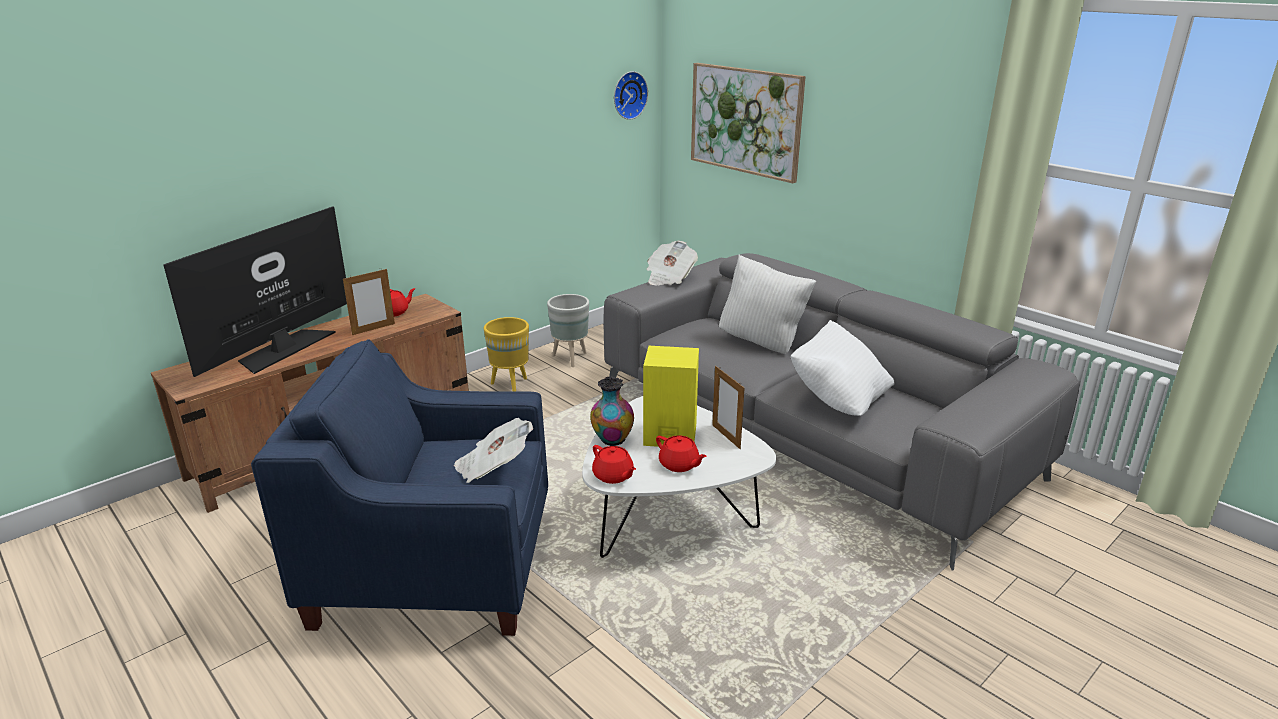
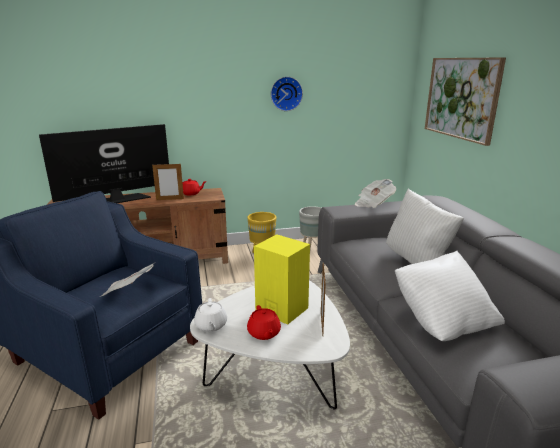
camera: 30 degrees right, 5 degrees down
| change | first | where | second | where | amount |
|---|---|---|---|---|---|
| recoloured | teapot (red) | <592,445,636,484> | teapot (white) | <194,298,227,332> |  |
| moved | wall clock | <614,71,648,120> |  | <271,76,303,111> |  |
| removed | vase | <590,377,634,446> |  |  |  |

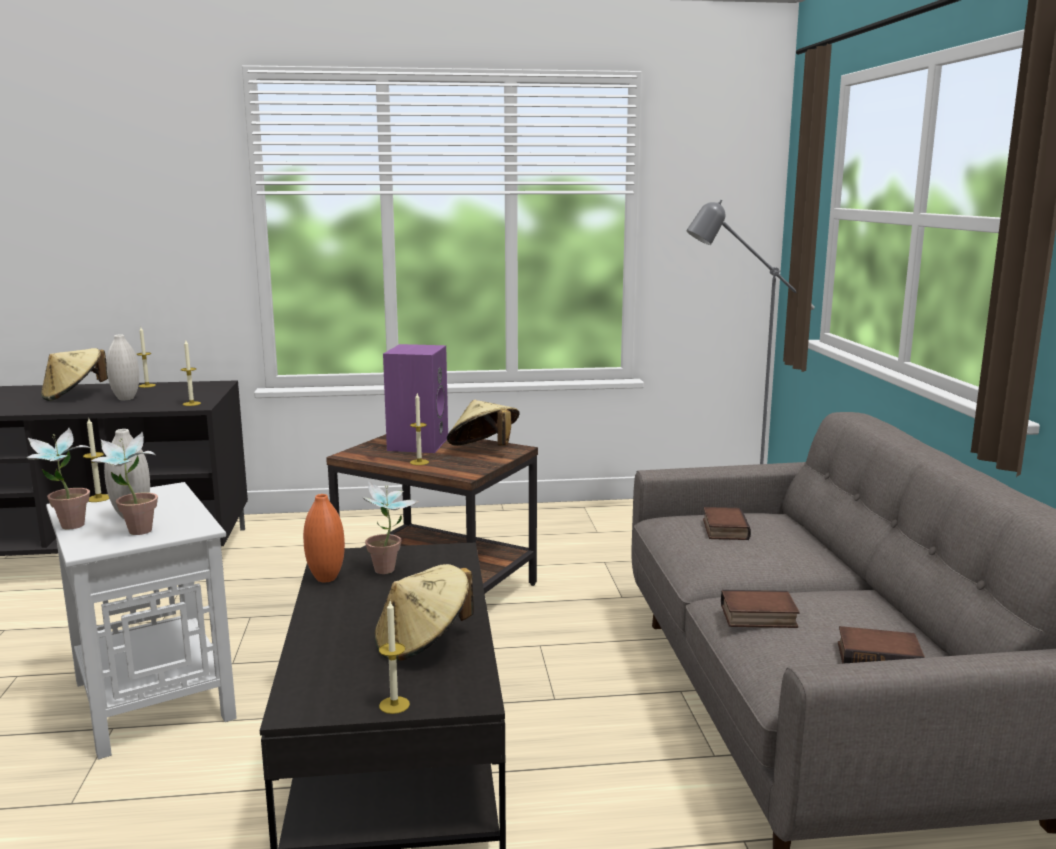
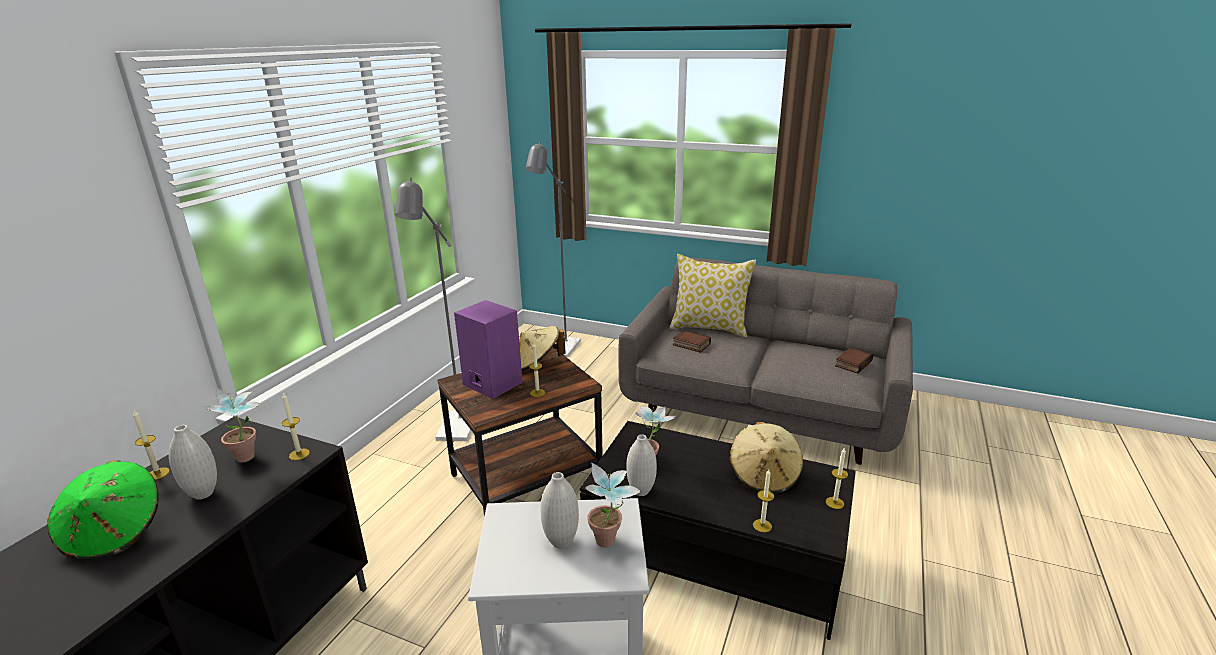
camera: 60 degrees left, 10 degrees up
| change | first | where | second | where | amount |
|---|---|---|---|---|---|
| recoloured | hat (beige) | <41,348,108,401> | hat (green) | <47,460,159,560> |  |
| moved | potted plant | <27,428,92,529> |  | <204,388,261,463> |  |
| added |  |  | floor lamp (grey) | <395,178,472,441> |  |
| recoloured | vase (orange) | <303,494,345,582> | vase (white) | <626,434,657,496> |  |
| added |  |  | pillow | <670,254,756,337> |  |
| moved | candle | <83,418,109,502> |  | <753,469,774,532> |  |
| removed | book | <721,590,800,628> |  |  |  |

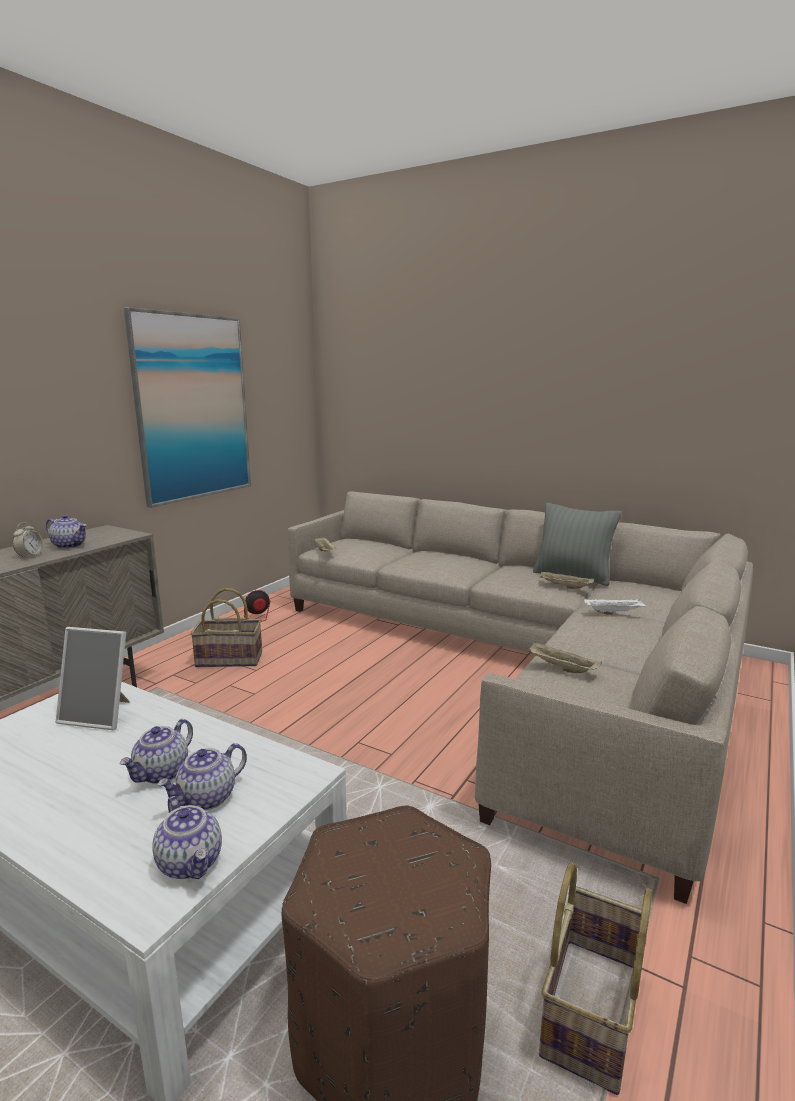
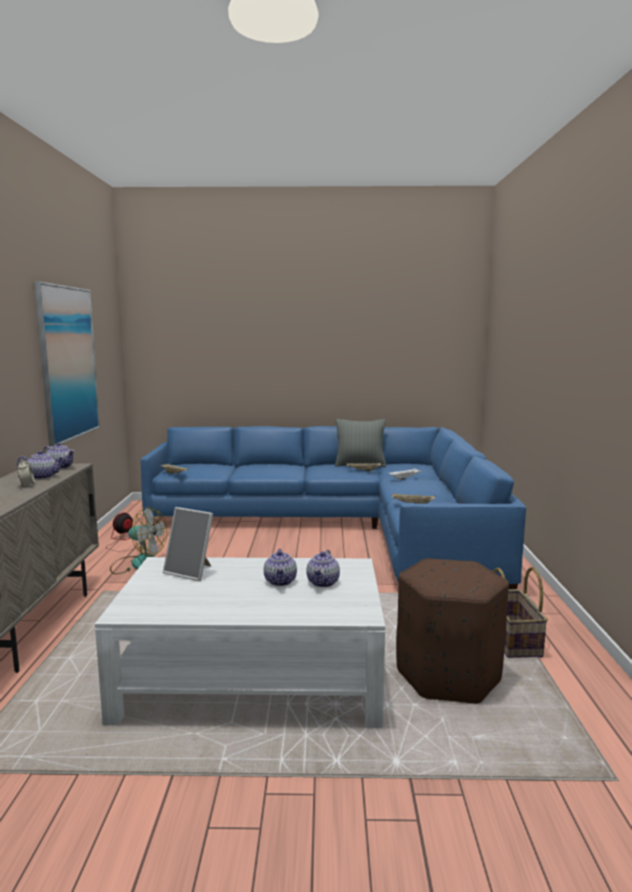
camera: 30 degrees left, 5 degrees down
| change | first | where | second | where | amount |
|---|---|---|---|---|---|
| moved | teapot | <152,796,222,879> |  | <43,443,75,469> |  |
| replaced | basket | <191,588,262,667> | fan | <110,507,167,574> |  |
| recoloured | sofa (beige) | <288,491,753,904> | sofa (blue) | <141,426,526,589> |  |
| turned | picture frame | <56,627,130,730> |  | <163,507,213,581> | 45 degrees clockwise |

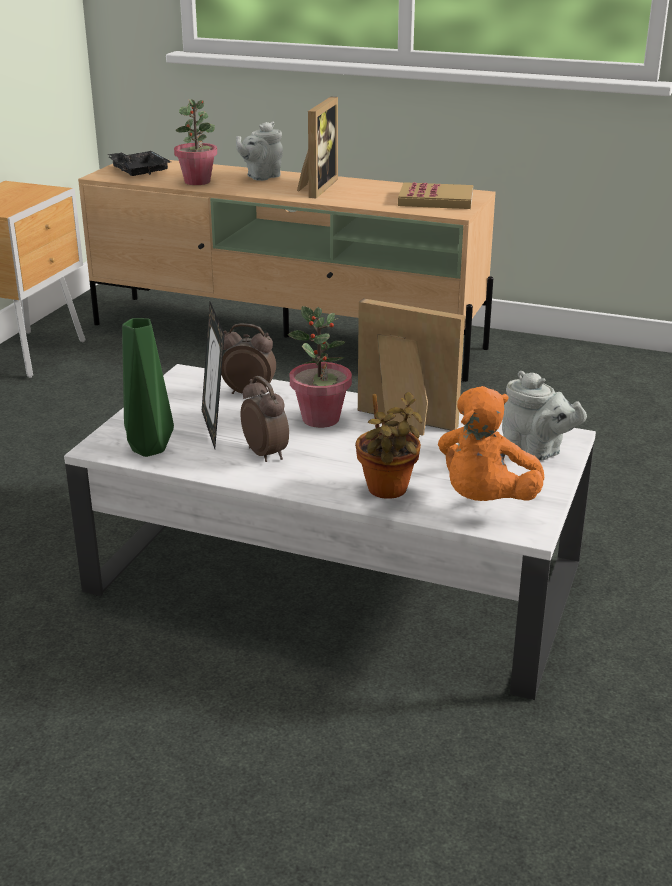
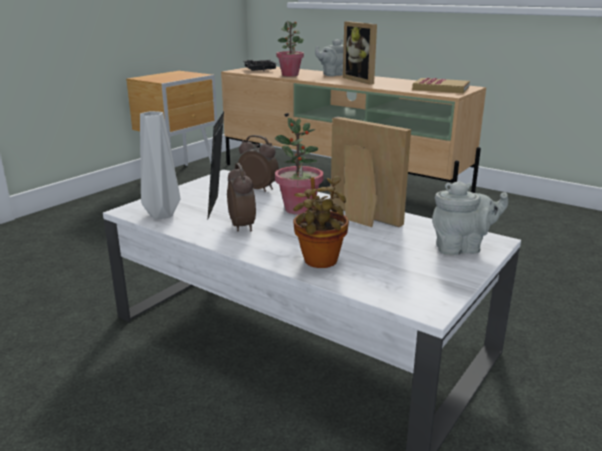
camera: 15 degrees right, 5 degrees down
| change | first | where | second | where | amount |
|---|---|---|---|---|---|
| recoloured | vase (green) | <122,318,174,457> | vase (grey) | <140,111,180,219> |  |
| turned | picture frame | <297,97,338,198> |  | <343,21,377,85> | 120 degrees clockwise |
| turned | teapot (grey) | <502,371,587,461> |  | <432,181,508,255> | 60 degrees counterclockwise |
| removed | plush toy (orange) | <438,386,544,501> |  |  |  |

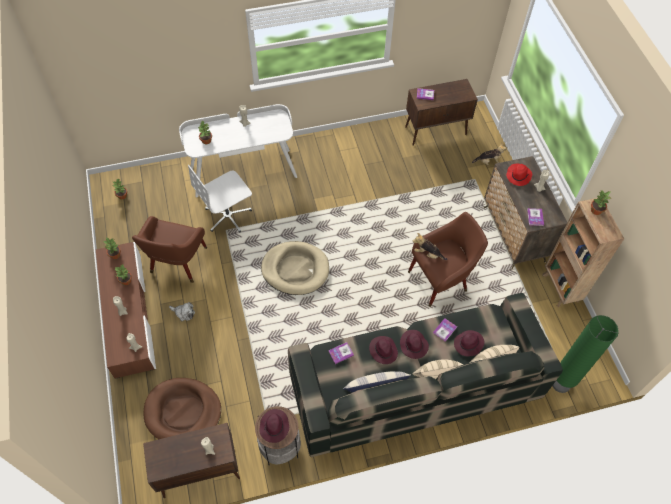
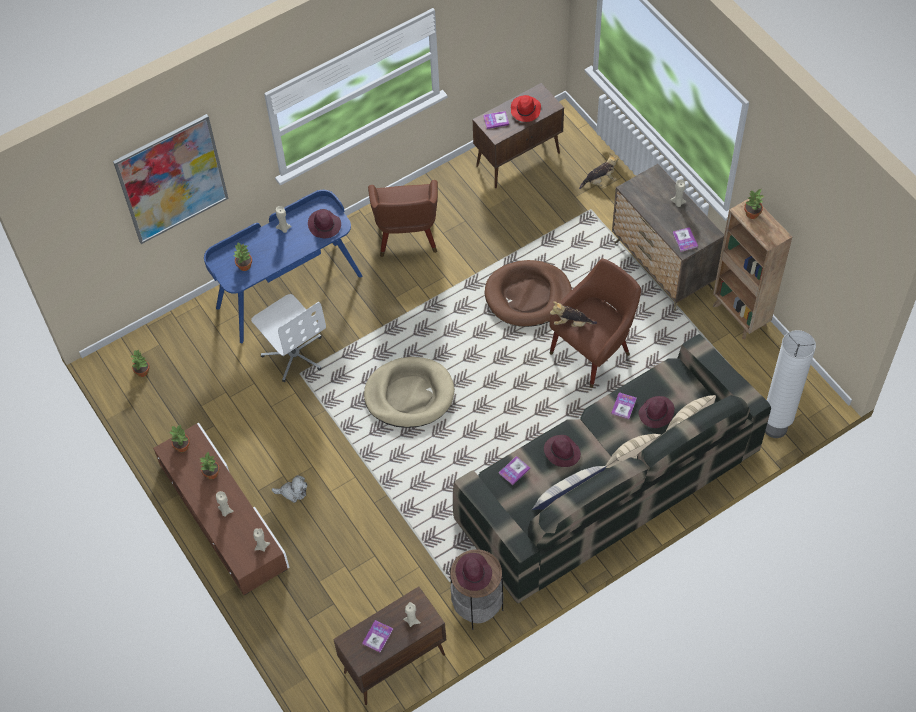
camera: 15 degrees left, 0 degrees up
| change | first | where | second | where | amount |
|---|---|---|---|---|---|
| added |  |  | picture | <113,114,229,244> |  |
| recoloured | desk (white) | <179,104,297,198> | desk (blue) | <204,190,362,343> |  |
| turned | office chair (white) | <188,165,252,233> |  | <251,294,326,382> | 75 degrees counterclockwise |
| moved | hat (purple) | <400,330,429,359> |  | <308,209,341,238> |  |
| added |  |  | book | <362,620,393,653> |  |
| moved | armchair (brown) | <132,216,207,283> |  | <368,180,438,257> |  |
| moved | dog bed (brown) | <143,378,221,439> |  | <485,260,572,327> |  |
| moved | hat (red) | <506,164,532,186> |  | <511,95,541,122> |  |
| recoloured | floor lamp (green) | <553,315,619,393> | floor lamp (white) | <765,330,816,438> |  |

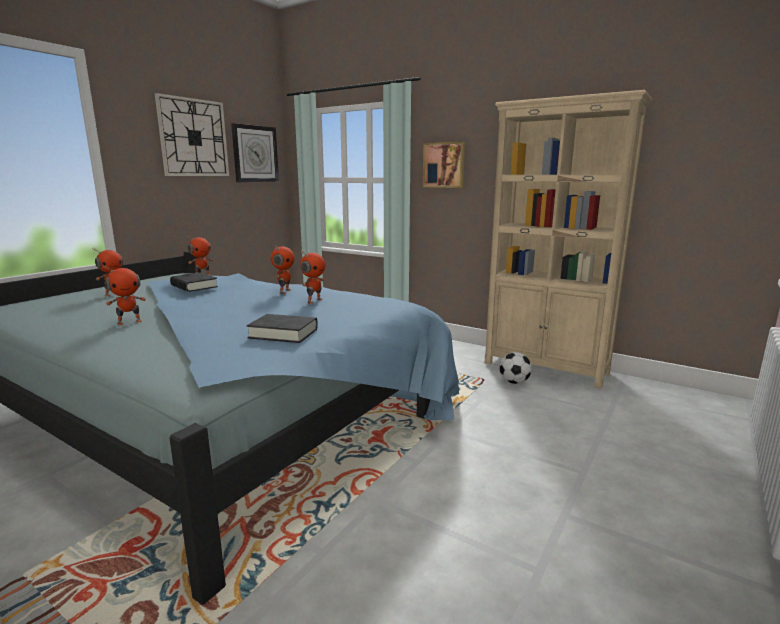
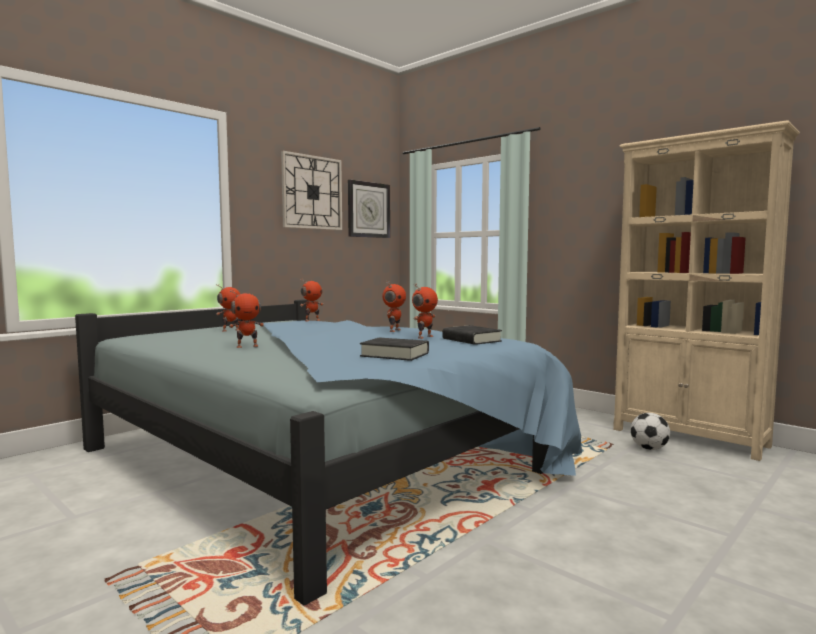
camera: 10 degrees right, 10 degrees down
| change | first | where | second | where | amount |
|---|---|---|---|---|---|
| moved | book (black) | <170,272,218,292> |  | <442,325,502,345> |  |
| removed | picture | <423,142,465,188> |  |  |  |

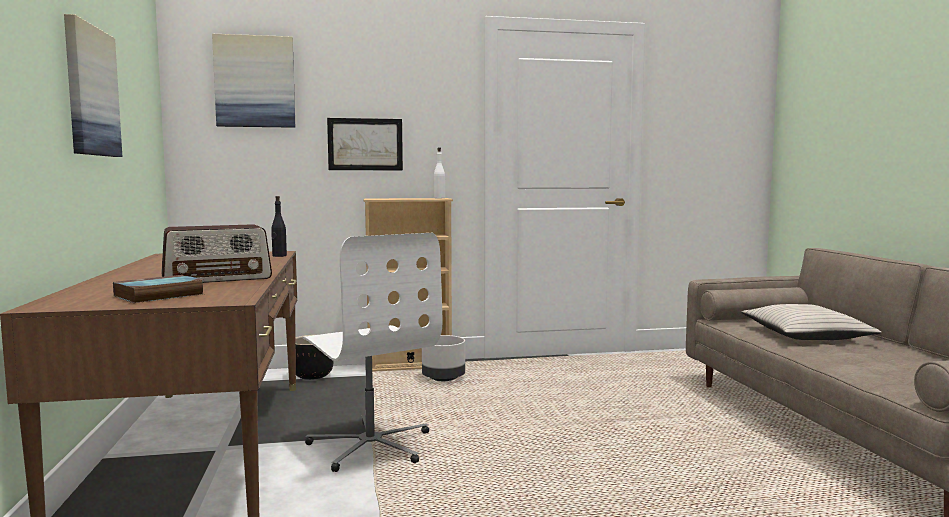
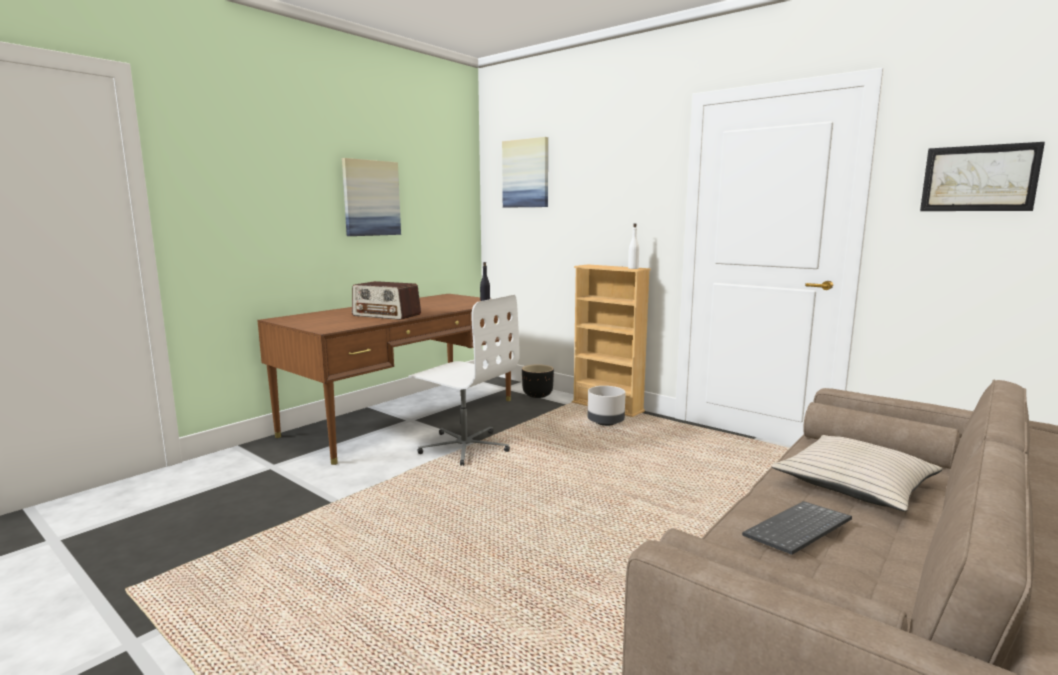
camera: 50 degrees right, 5 degrees up
| change | first | where | second | where | amount |
|---|---|---|---|---|---|
| turned | office chair (white) | <303,233,442,472> |  | <408,295,520,466> | 75 degrees counterclockwise |
| added |  |  | keyboard | <742,501,852,555> |  |
| moved | picture | <327,118,403,170> |  | <920,142,1045,211> |  |
| removed | book | <113,275,203,303> |  |  |  |

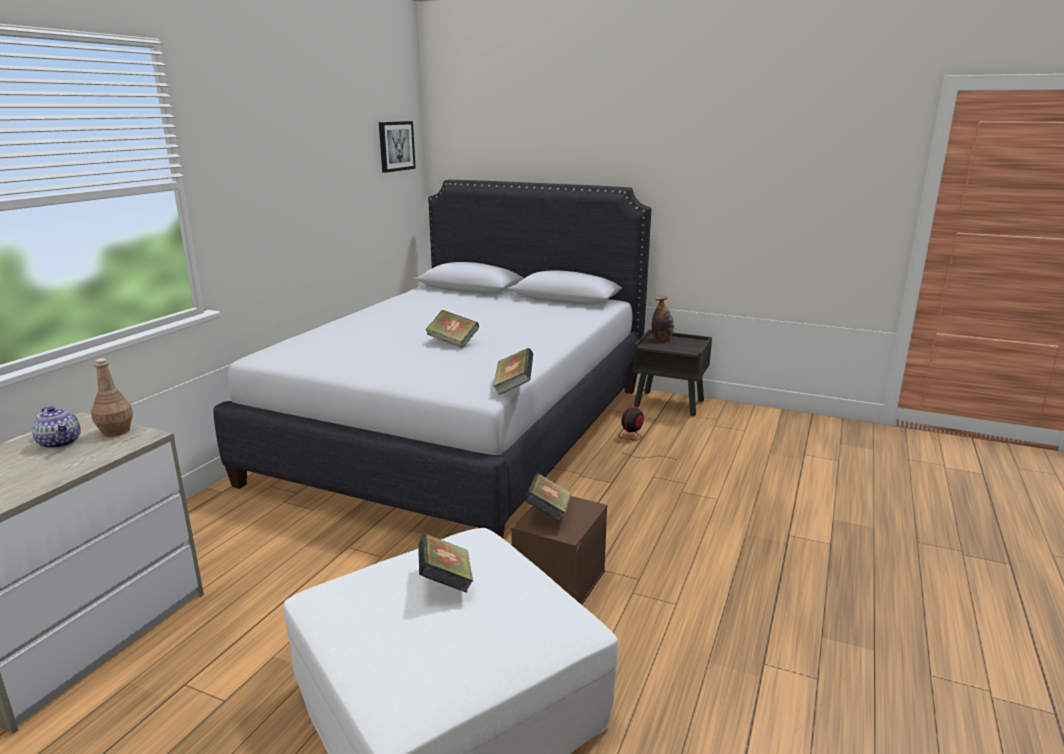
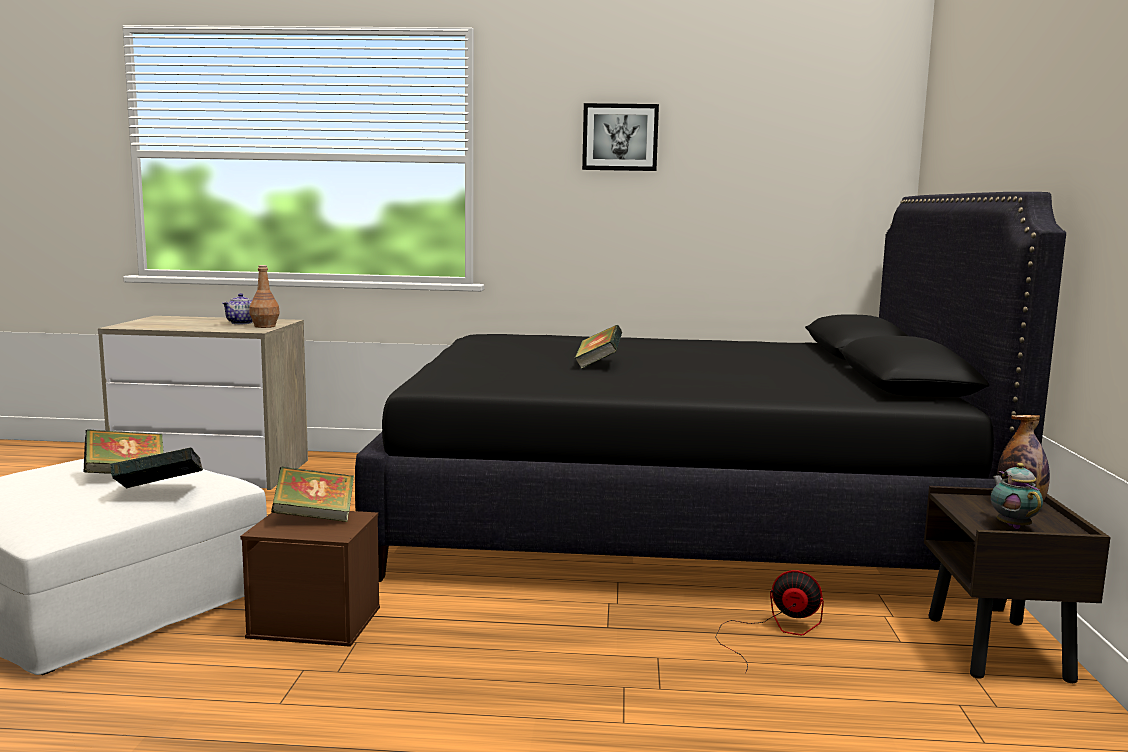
camera: 70 degrees right, 10 degrees down
| change | first | where | second | where | amount |
|---|---|---|---|---|---|
| moved | book | <493,348,534,395> |  | <110,448,203,489> |  |
| recoloured | bed (white) | <213,180,652,538> | bed (black) | <355,192,1066,612> |  |
| moved | picture | <379,121,416,173> |  | <582,103,659,171> |  |
| added |  |  | teapot | <991,463,1043,529> |  |

